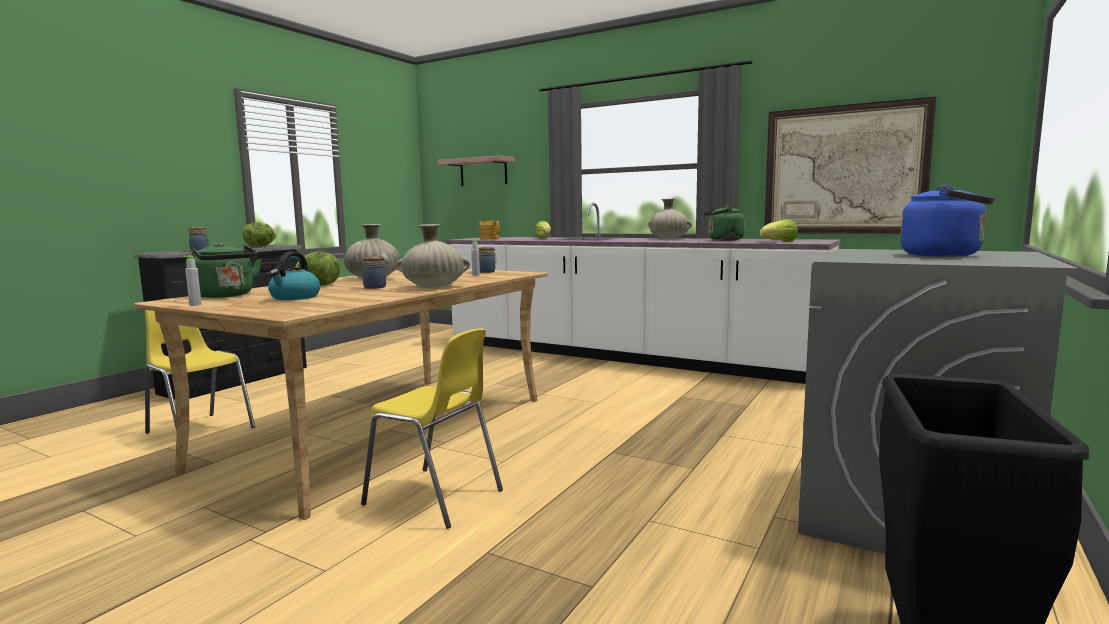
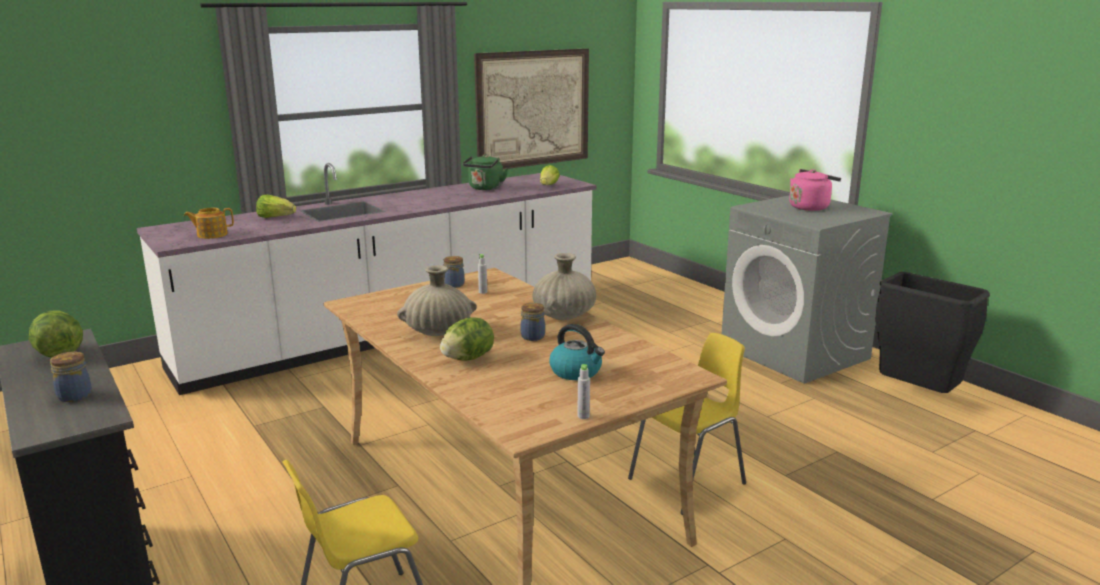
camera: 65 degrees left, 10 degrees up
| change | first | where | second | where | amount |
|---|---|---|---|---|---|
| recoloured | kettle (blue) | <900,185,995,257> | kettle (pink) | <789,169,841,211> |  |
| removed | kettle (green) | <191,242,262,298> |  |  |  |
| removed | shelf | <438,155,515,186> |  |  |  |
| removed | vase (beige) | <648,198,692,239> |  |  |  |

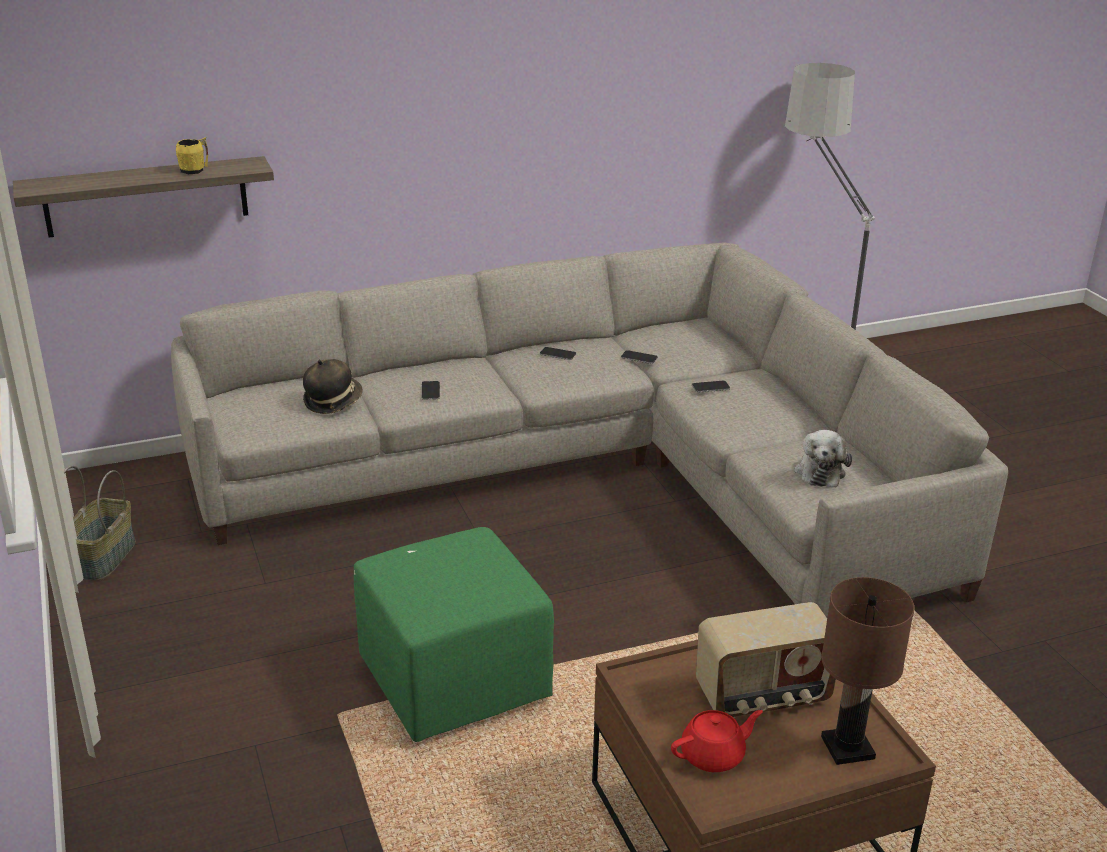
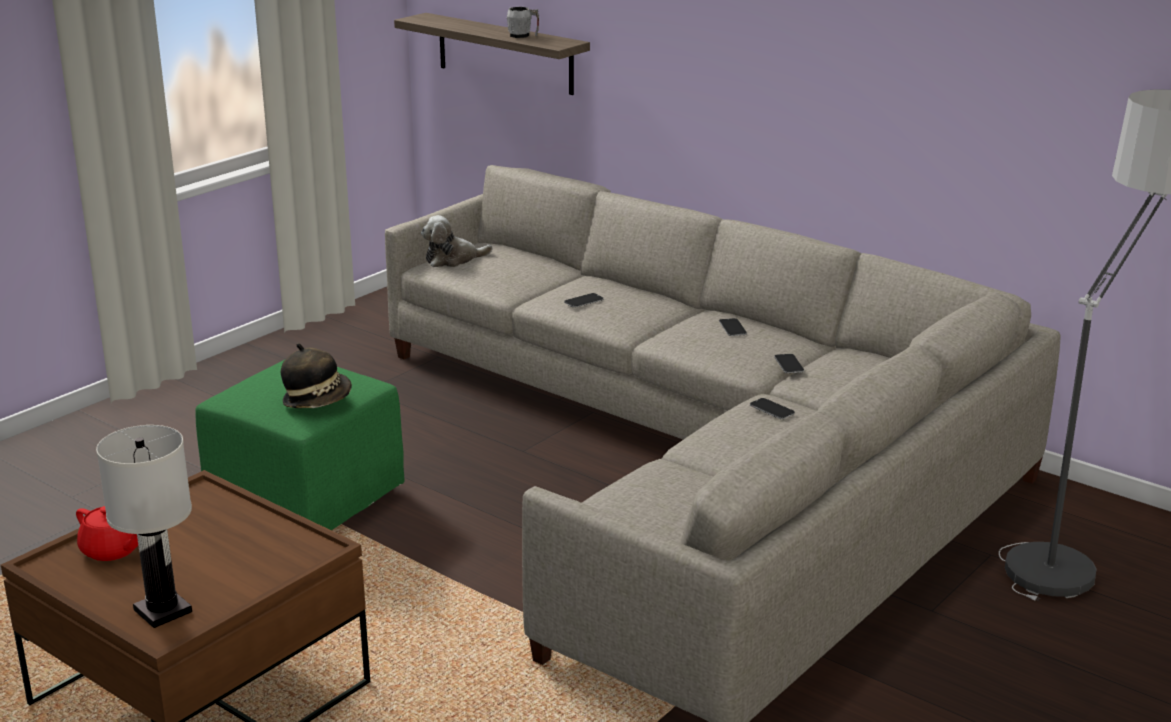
camera: 60 degrees right, 5 degrees down
| change | first | where | second | where | amount |
|---|---|---|---|---|---|
| recoloured | table lamp (brown) | <821,577,915,765> | table lamp (white) | <96,425,192,628> |  |
| moved | hat | <303,359,362,414> |  | <281,343,352,408> |  |
| moved | plush toy | <794,430,852,487> |  | <421,215,492,267> |  |
| recoloured | mug (yellow) | <176,137,208,174> | mug (grey) | <507,7,539,38> |  |
| removed | basket | <64,466,136,581> |  |  |  |
| removed | radio | <696,602,836,718> |  |  |  |

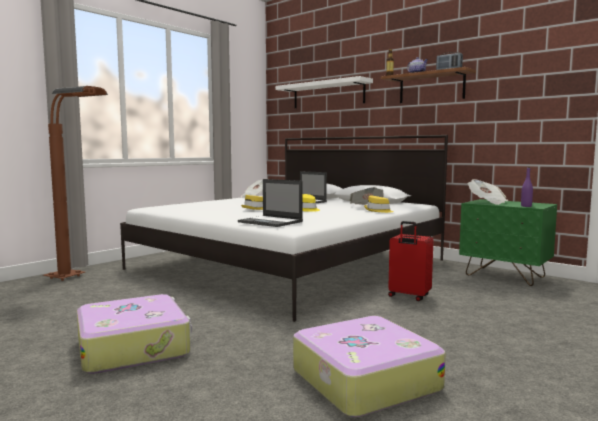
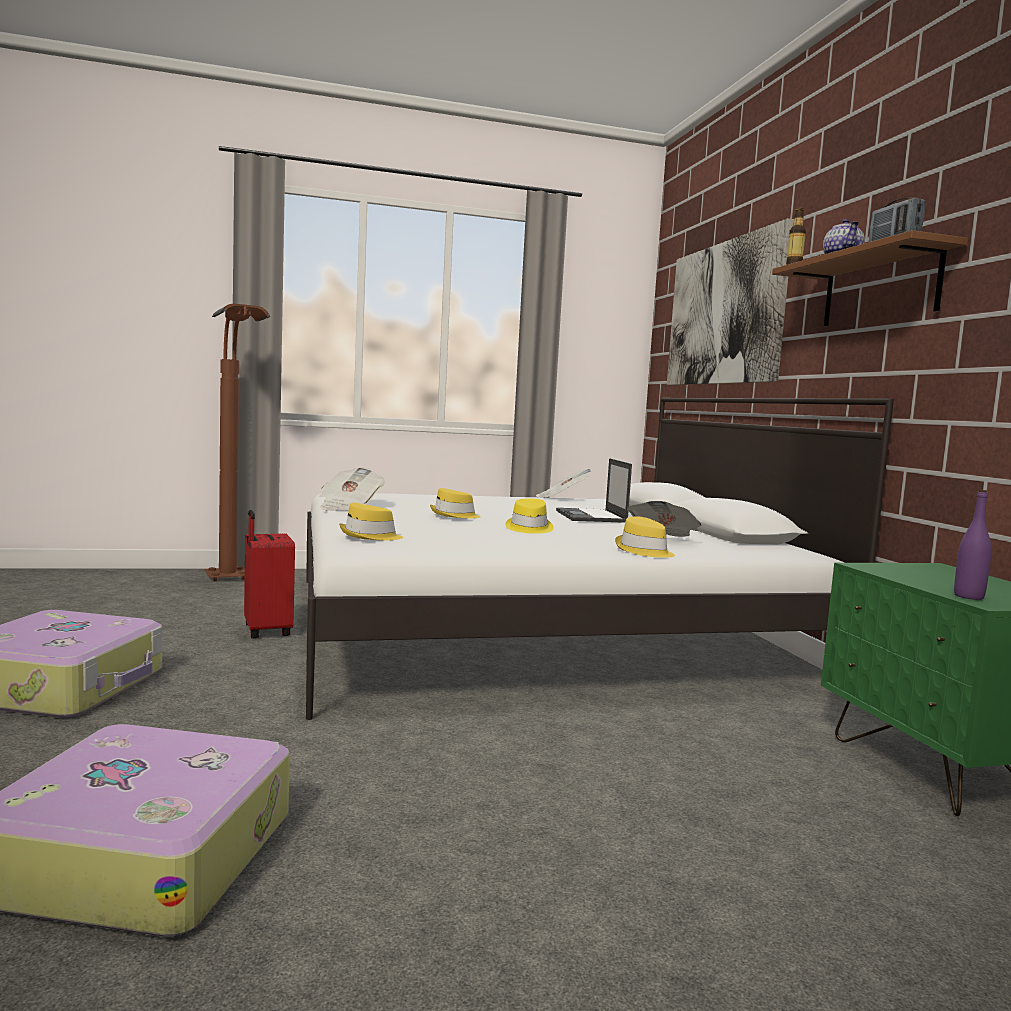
camera: 35 degrees right, 0 degrees up
| change | first | where | second | where | amount |
|---|---|---|---|---|---|
| moved | suitcase (red) | <388,221,433,301> |  | <244,510,295,638> |  |
| moved | newspaper | <468,179,508,205> |  | <320,467,385,511> |  |
| replaced | laptop | <238,179,303,227> | hat (yellow) | <339,503,403,541> |  |
| replaced | shelf (white) | <275,76,373,108> | picture | <667,218,794,385> |  |

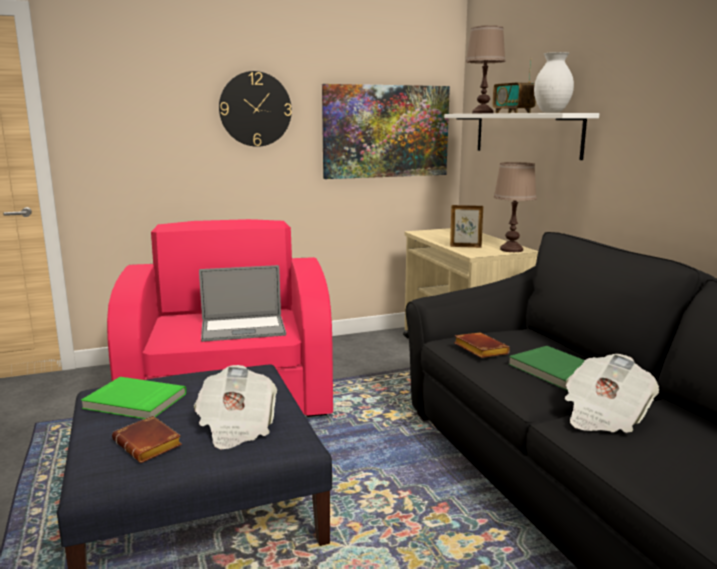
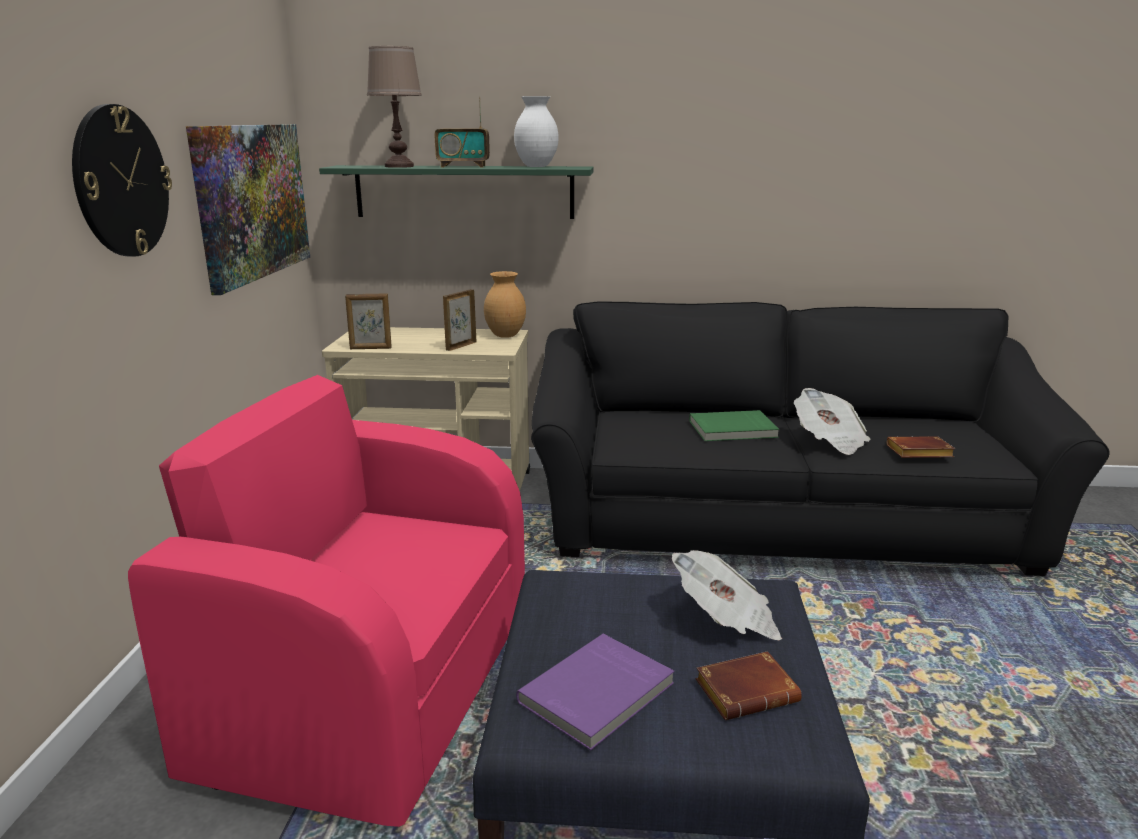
camera: 65 degrees left, 5 degrees up
| change | first | where | second | where | amount |
|---|---|---|---|---|---|
| recoloured | shelf (white) | <444,113,599,160> | shelf (green) | <319,165,594,219> |  |
| added |  |  | picture frame | <345,293,392,349> |  |
| replaced | table lamp (brown) | <494,162,537,252> | vase (brown) | <484,271,526,338> |  |
| recoloured | book (green) | <81,377,186,419> | book (purple) | <516,634,674,750> |  |
| moved | book (brown) | <454,332,510,358> |  | <887,436,955,458> |  |
| removed | laptop | <199,265,286,342> |  |  |  |

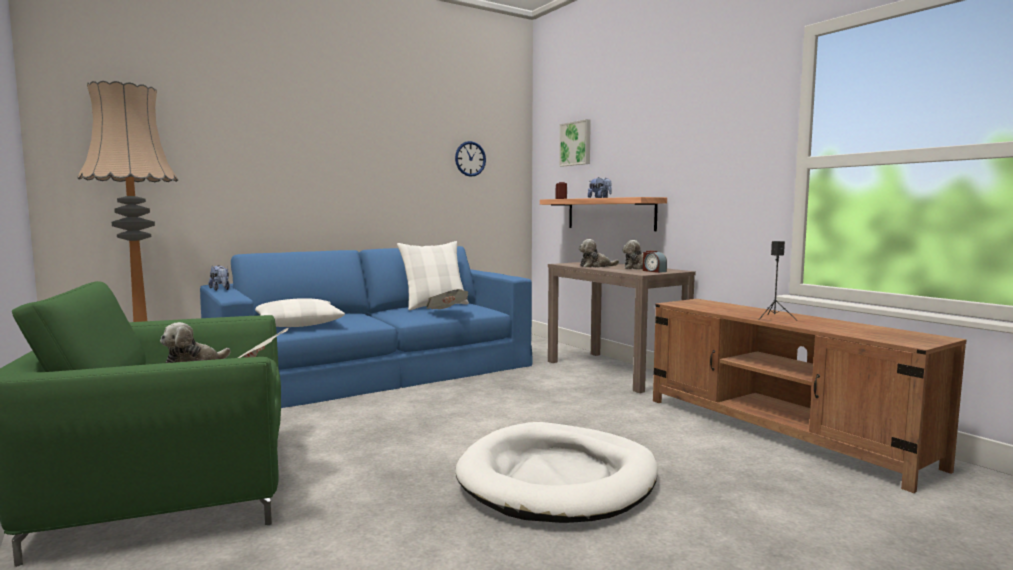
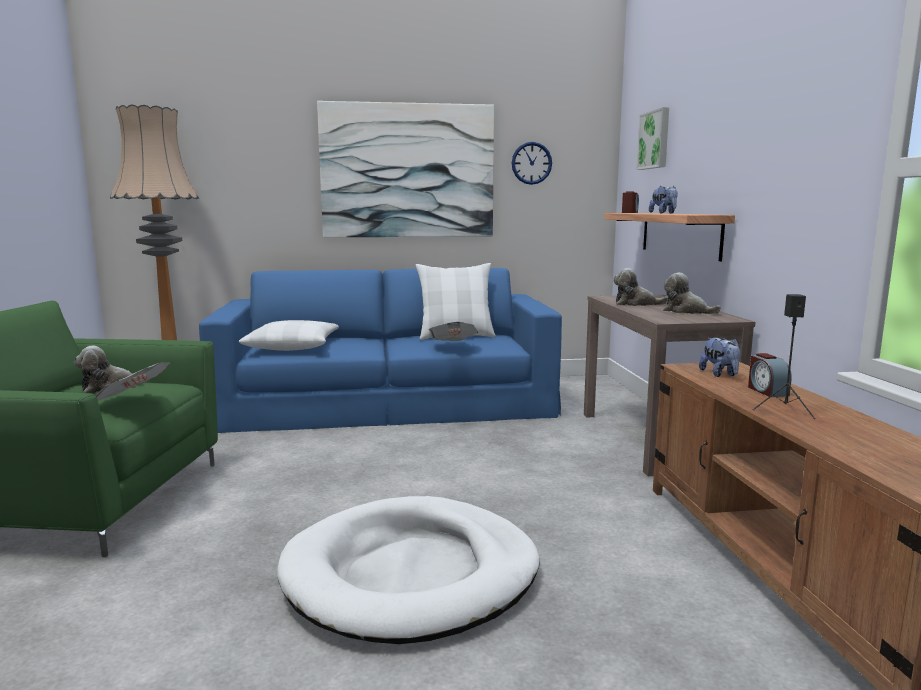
camera: 25 degrees right, 5 degrees up
| change | first | where | second | where | amount |
|---|---|---|---|---|---|
| added |  |  | picture | <317,101,494,238> |  |
| moved | plush toy | <209,265,230,291> |  | <699,337,741,377> |  |
| moved | alarm clock | <643,251,667,273> |  | <748,353,792,397> |  |

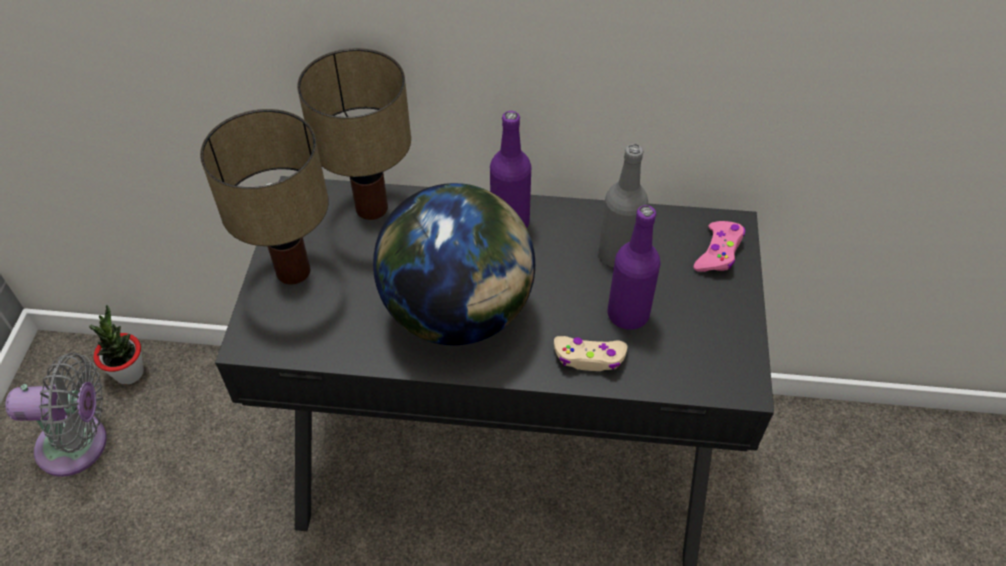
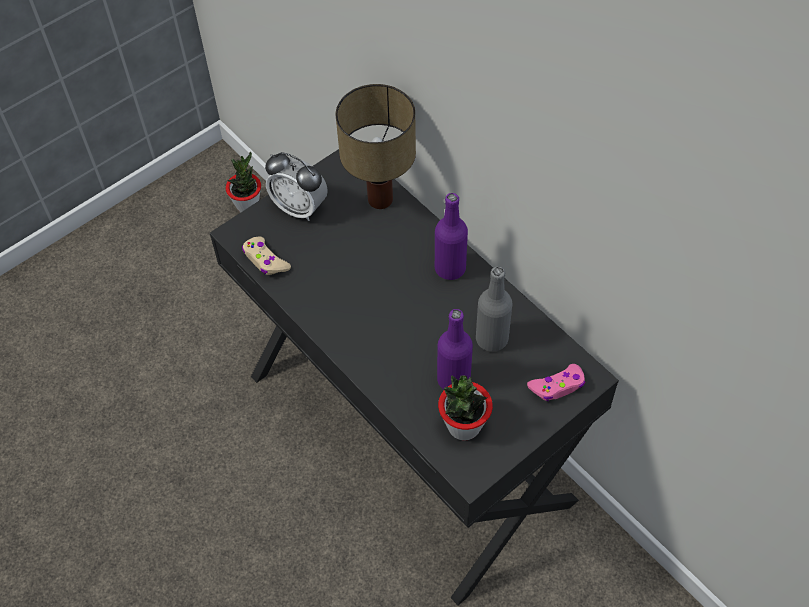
camera: 45 degrees right, 5 degrees up
| change | first | where | second | where | amount |
|---|---|---|---|---|---|
| moved | game controller (beige) | <554,336,627,371> |  | <242,237,291,275> |  |
| replaced | table lamp | <200,109,329,284> | alarm clock | <265,152,328,221> |  |
| added |  |  | potted plant | <438,376,493,440> |  |
| removed | fan (grey) | <5,353,107,477> |  |  |  |
| removed | globe | <373,183,535,345> |  |  |  |

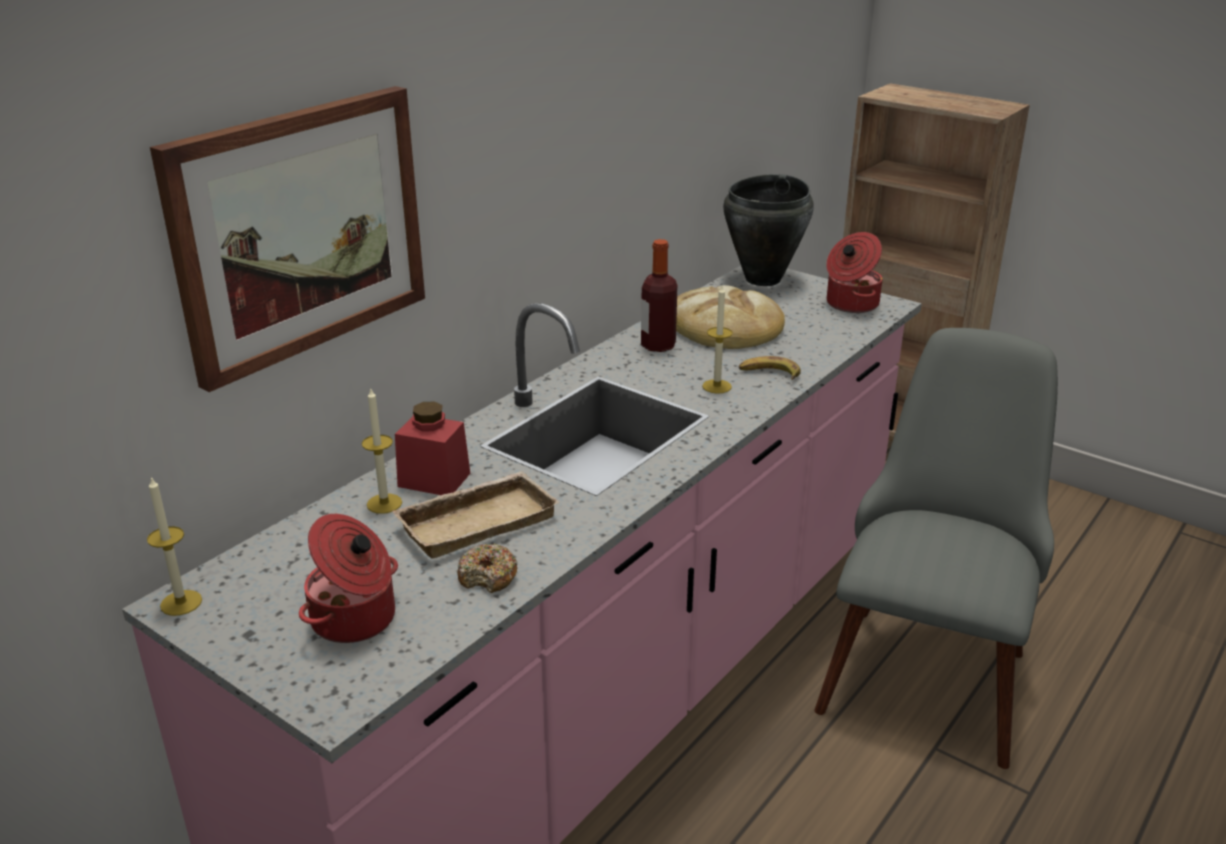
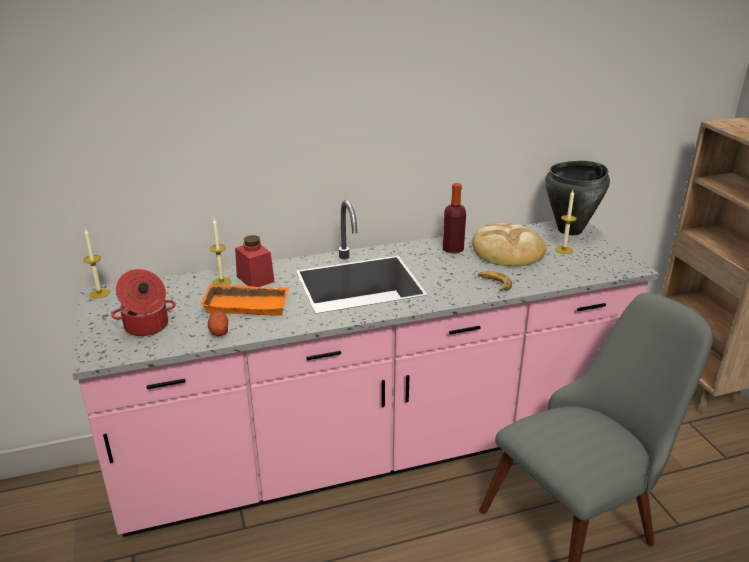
camera: 35 degrees right, 0 degrees up
| change | first | where | second | where | amount |
|---|---|---|---|---|---|
| recoloured | tray (beige) | <392,471,560,558> | tray (orange) | <200,285,289,316> |  |
| replaced | donut | <457,543,518,593> | potato | <208,311,228,336> |  |
| moved | candle | <702,284,733,394> |  | <555,190,577,254> |  |
| removed | picture | <150,86,425,392> |  |  |  |
| removed | cooking pot | <826,232,883,313> |  |  |  |

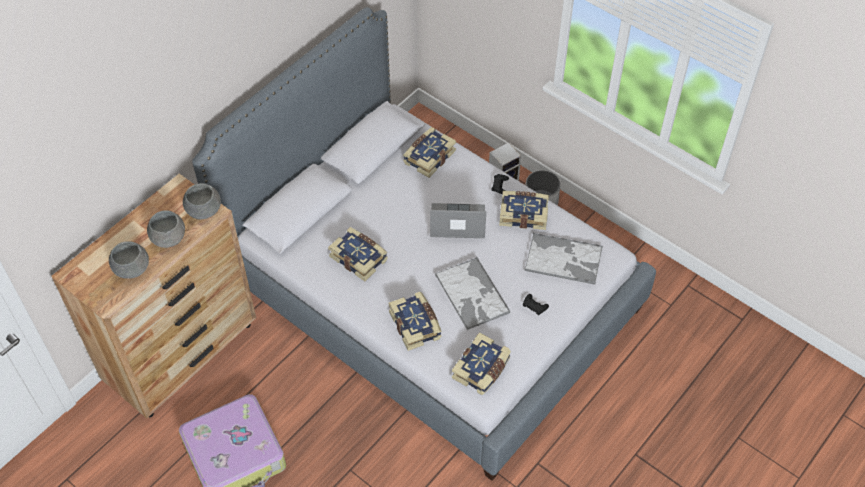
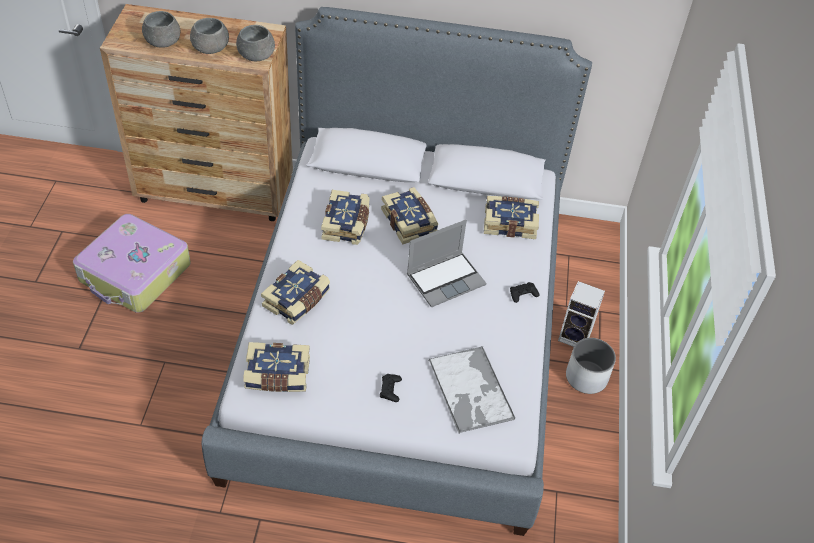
camera: 55 degrees right, 5 degrees down
| change | first | where | second | where | amount |
|---|---|---|---|---|---|
| moved | book | <499,191,549,230> |  | <381,187,439,244> |  |
| turned | laptop | <430,203,486,238> |  | <407,220,486,307> | 90 degrees clockwise |
| removed | tray | <435,257,510,331> |  |  |  |

